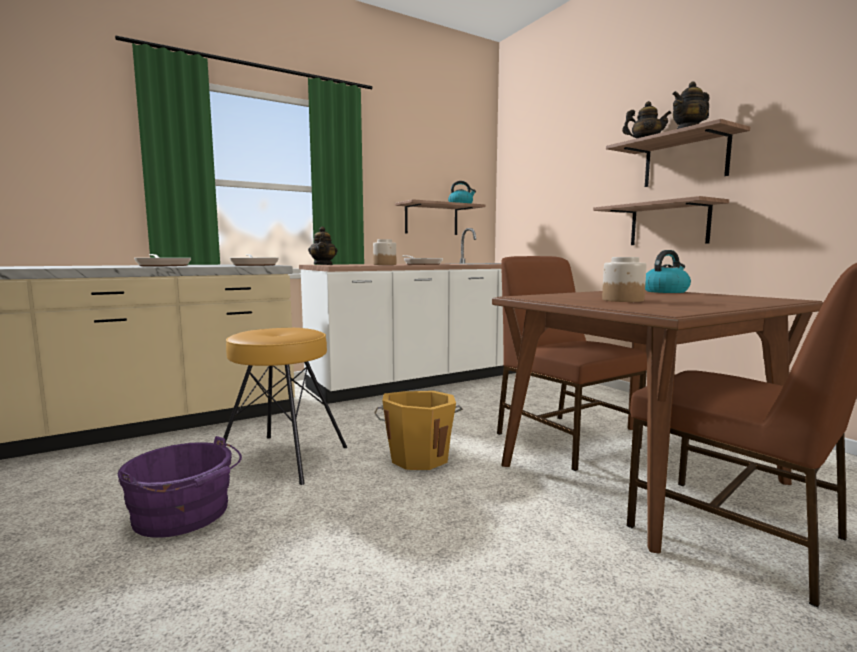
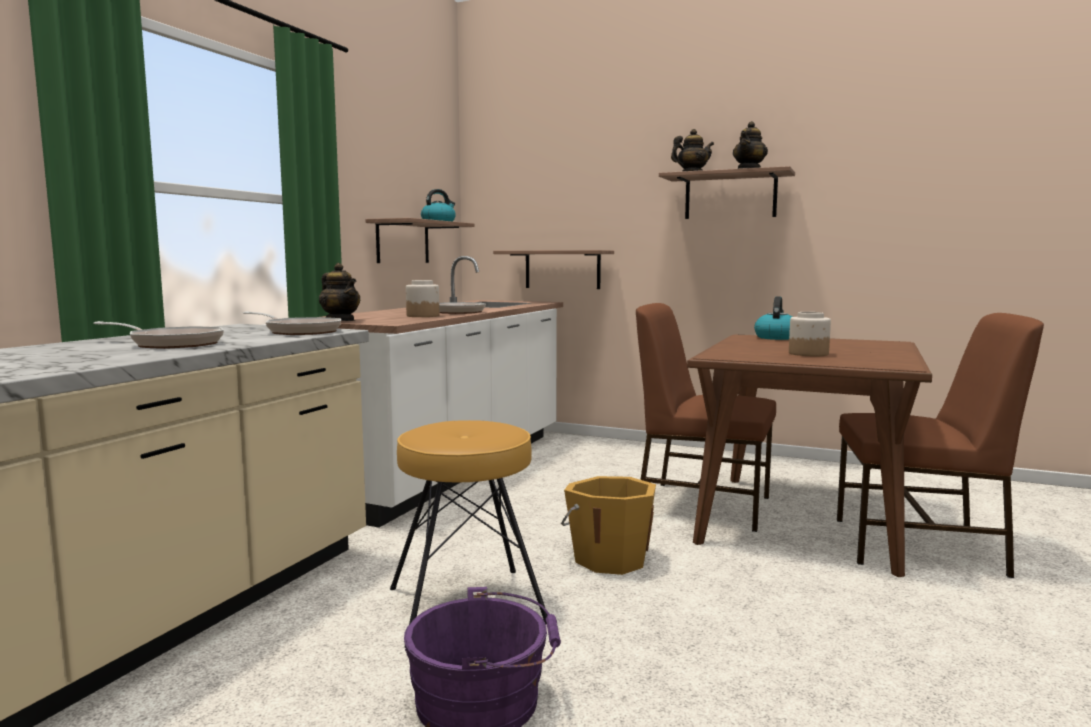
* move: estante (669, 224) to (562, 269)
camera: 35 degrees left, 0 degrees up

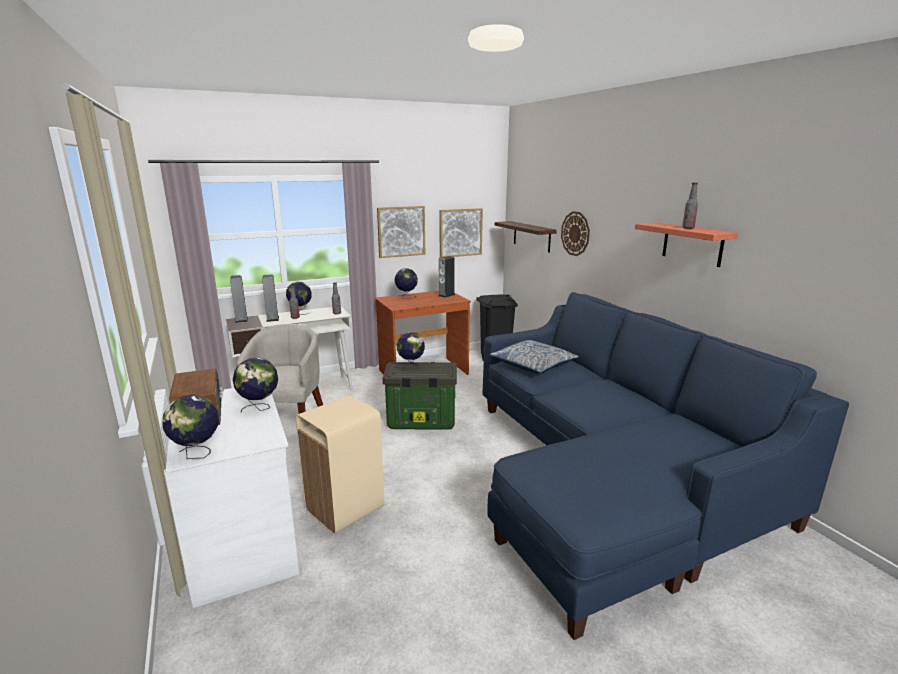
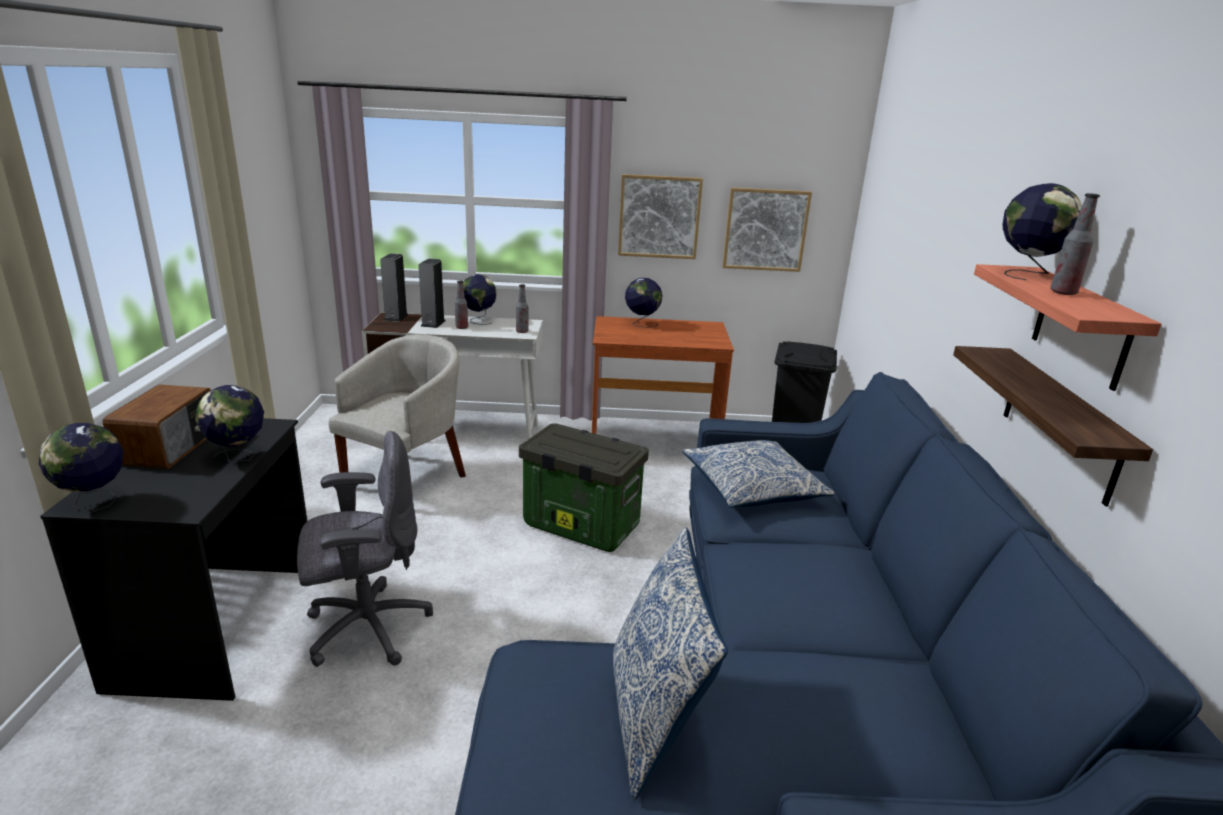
* delete: altavoz (446, 295)
* delete: reloj de pared (575, 233)
* insert: cojín (655, 718)
* move: globo terráqueo (411, 366) to (1027, 274)
* move: estante (531, 236) to (1060, 423)
* replace: papelera (beis) (346, 509) to silla de oficina (gris) (366, 628)
* recolor: escritorio (blanco) (244, 541) to escritorio (negro) (220, 626)
camera: 25 degrees right, 5 degrees up

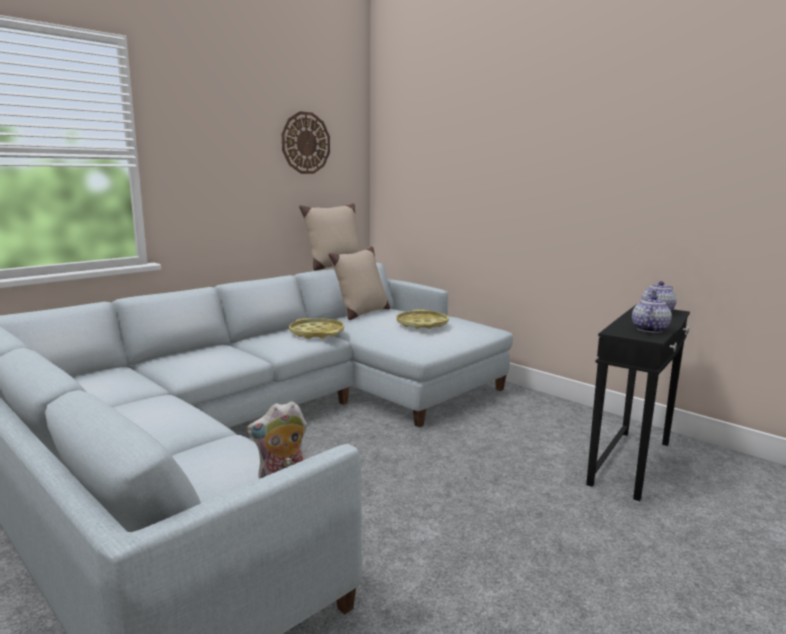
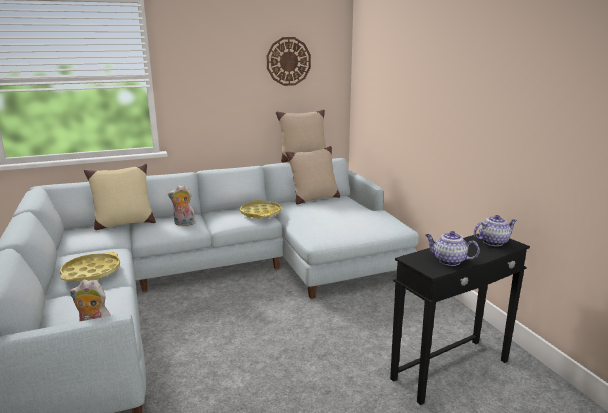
* insert: cojín (beis) (124, 223)
* insert: peluche (183, 224)
* move: bandeja (amarillo) (422, 324) to (91, 272)
* rotate: tetera (649, 329) = (448, 261) 120 degrees counterclockwise
camera: 25 degrees right, 5 degrees up

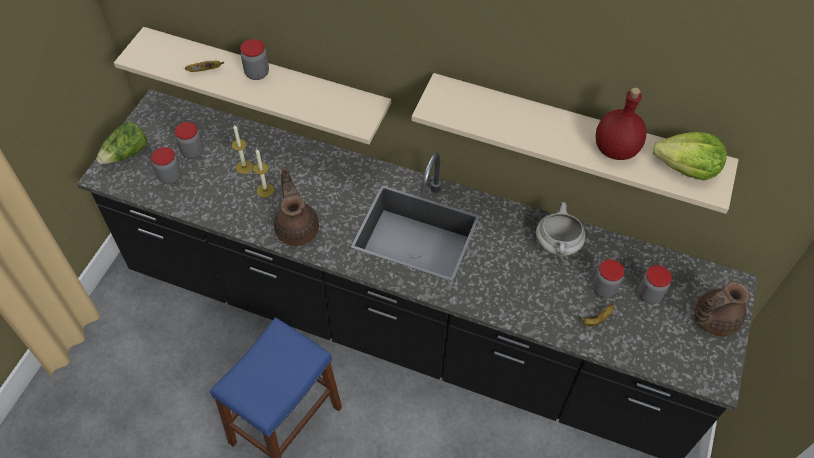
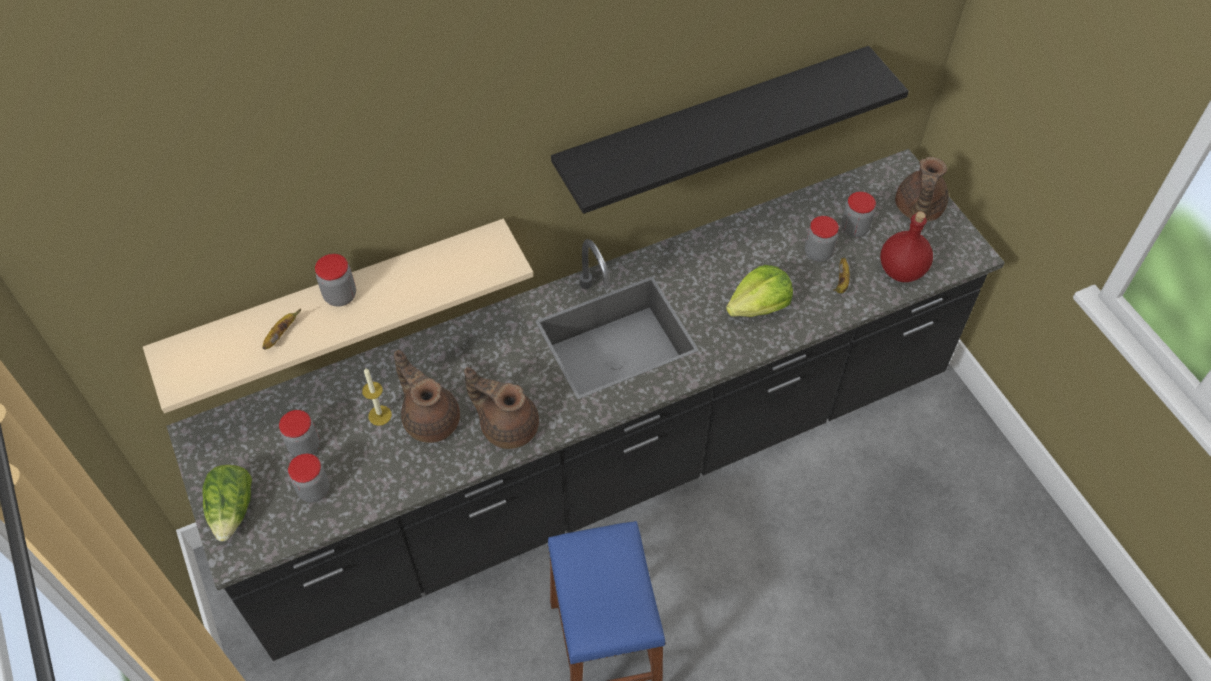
* delete: olla (blanco) (558, 245)
* move: botella (rojo) (615, 150) to (901, 271)
* move: lechuga (687, 168) to (759, 306)
* replace: vela (265, 190) to tetera (marrón) (430, 418)
* recolor: estante (beis) (574, 135) to estante (negro) (712, 124)
camera: 45 degrees left, 0 degrees up

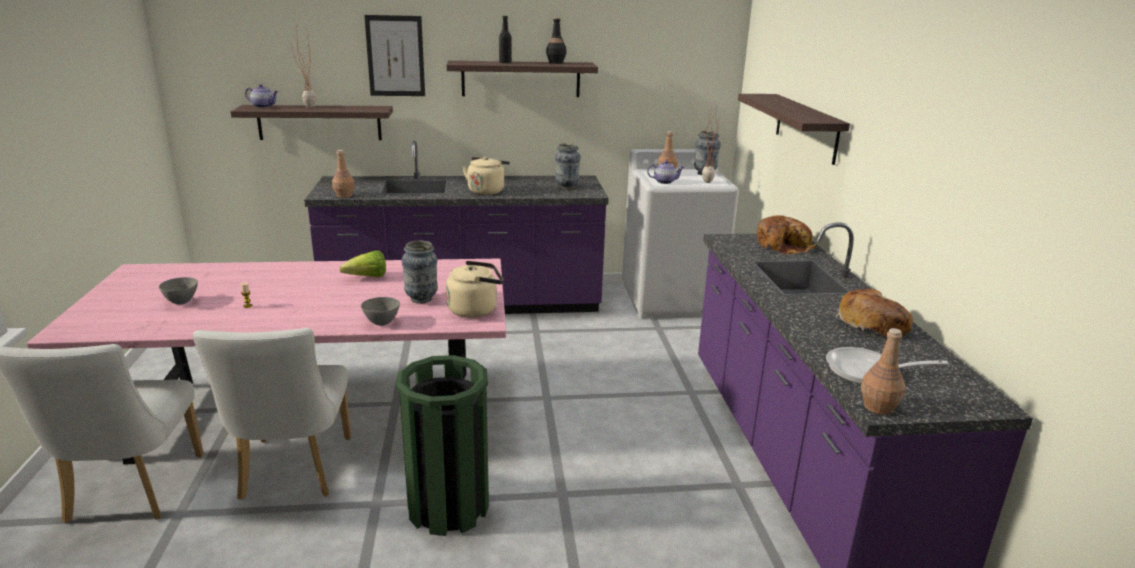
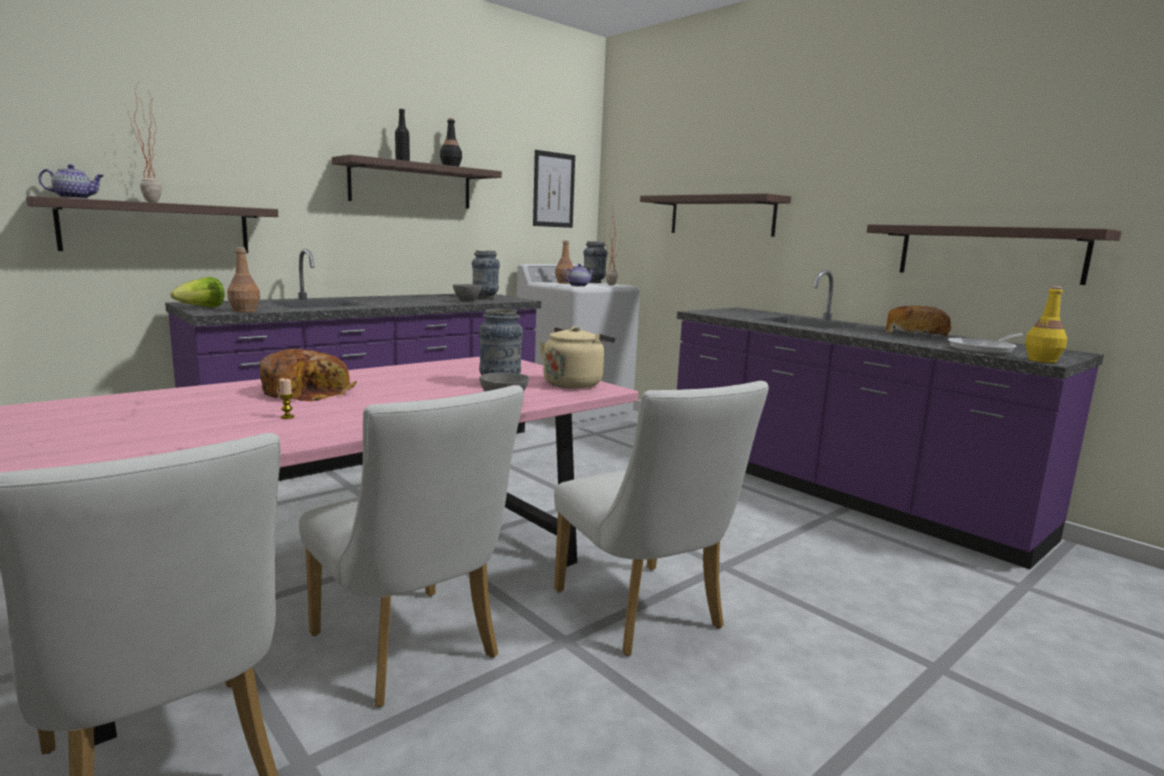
* delete: hervidor (beis) (487, 191)
* insert: estante (988, 253)
* move: cuenco (gris) (182, 302) to (467, 301)
* move: lechuga (367, 277) to (201, 308)
* move: cuadro (395, 56) to (553, 190)
* move: pan (784, 245) to (307, 392)
* replace: papelera (verde) (448, 508) to silla (blanco) (645, 615)
* recolor: botella (marrón) (878, 406) to botella (amarillo) (1041, 360)
camera: 35 degrees left, 10 degrees down

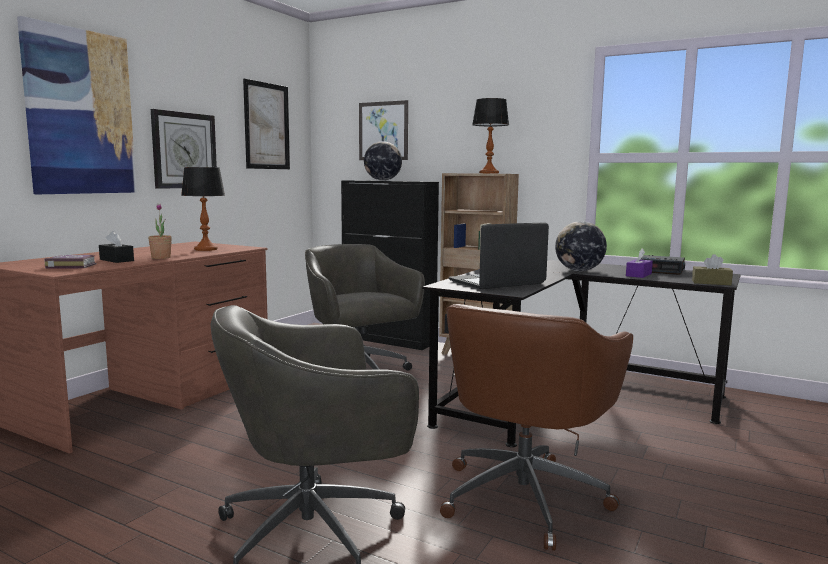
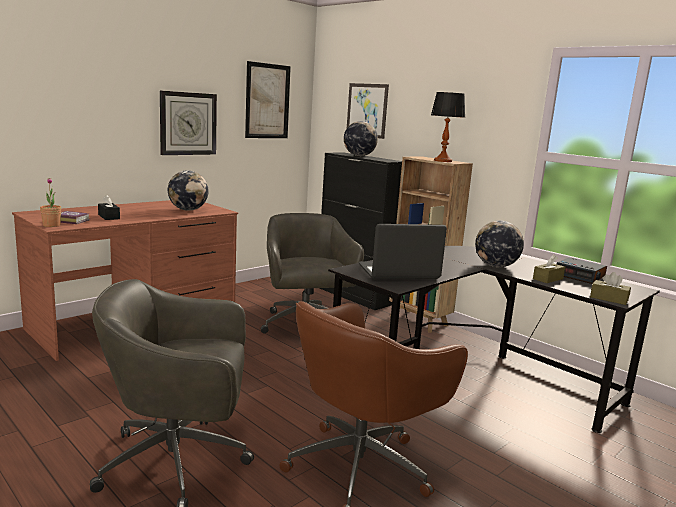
* delete: cuadro (80, 112)
* move: planta en maceta (161, 258) to (51, 225)
* replace: lámpara de mesa (206, 249) to globo terráqueo (188, 210)
* recolor: caja de pañuelos (morado) (638, 275) to caja de pañuelos (marrón) (548, 279)
camera: 15 degrees right, 5 degrees up

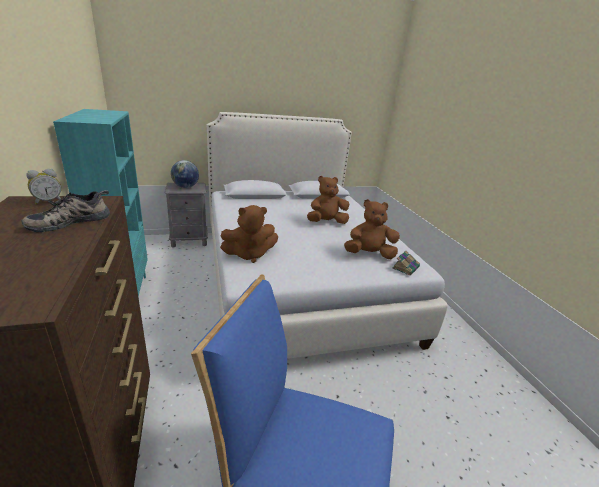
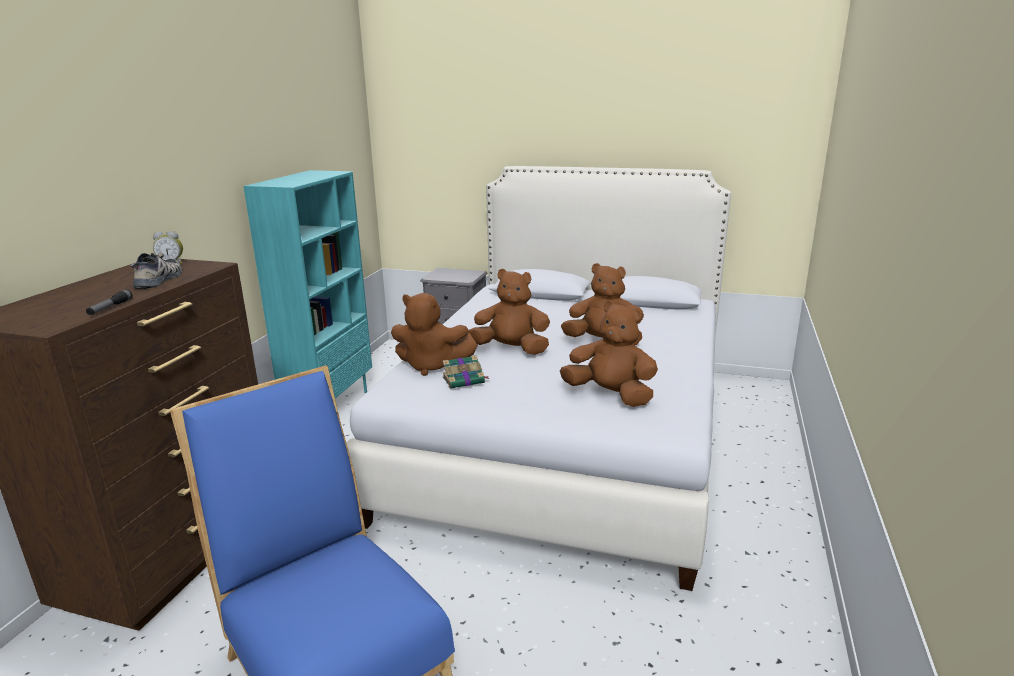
* delete: globo terráqueo (185, 187)
* insert: linterna (110, 308)
* insert: peluche (marrón) (511, 349)
* move: libro (406, 267) to (464, 380)
* rotate: zapato (70, 221) = (160, 279) 105 degrees clockwise
camera: 35 degrees right, 5 degrees down

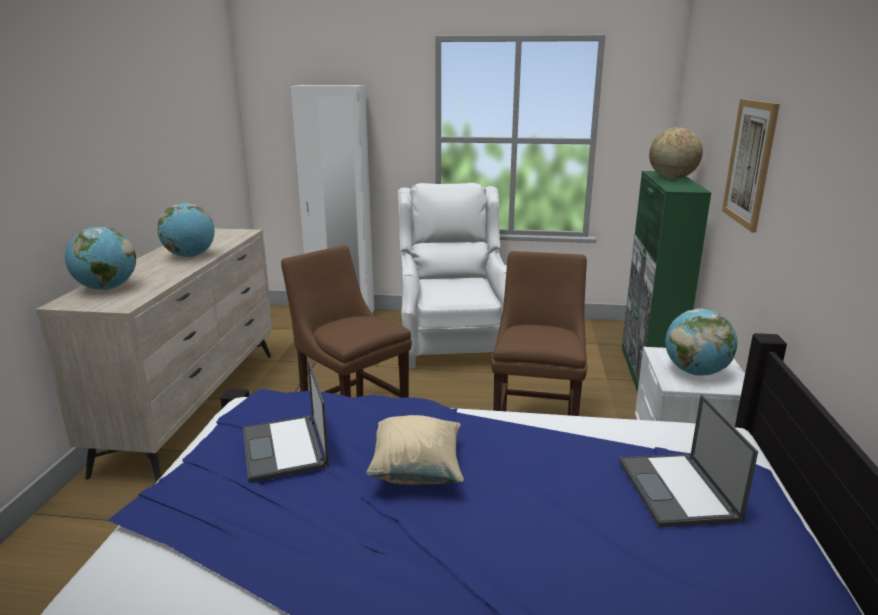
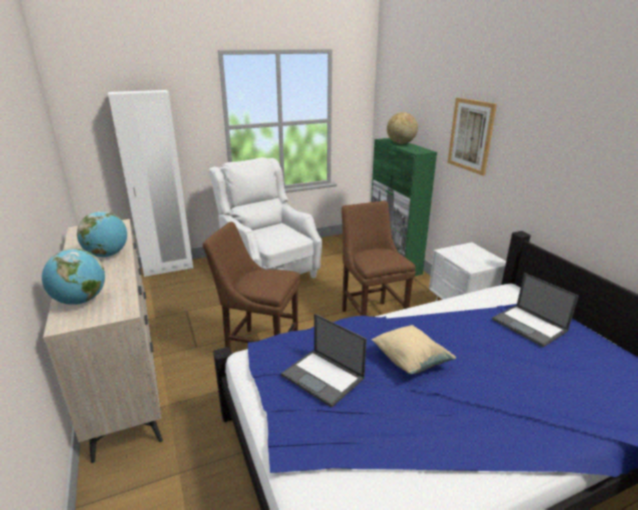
* delete: globo terráqueo (695, 372)
camera: 30 degrees left, 5 degrees up

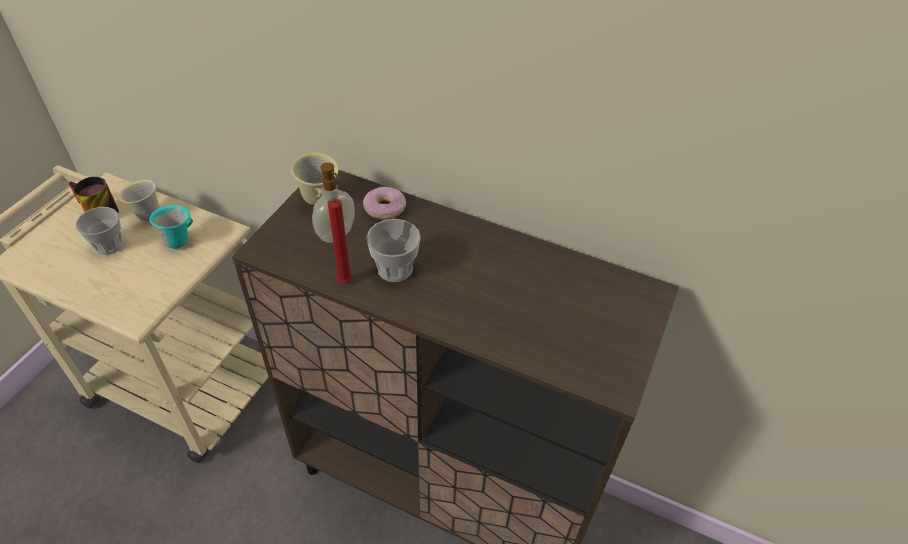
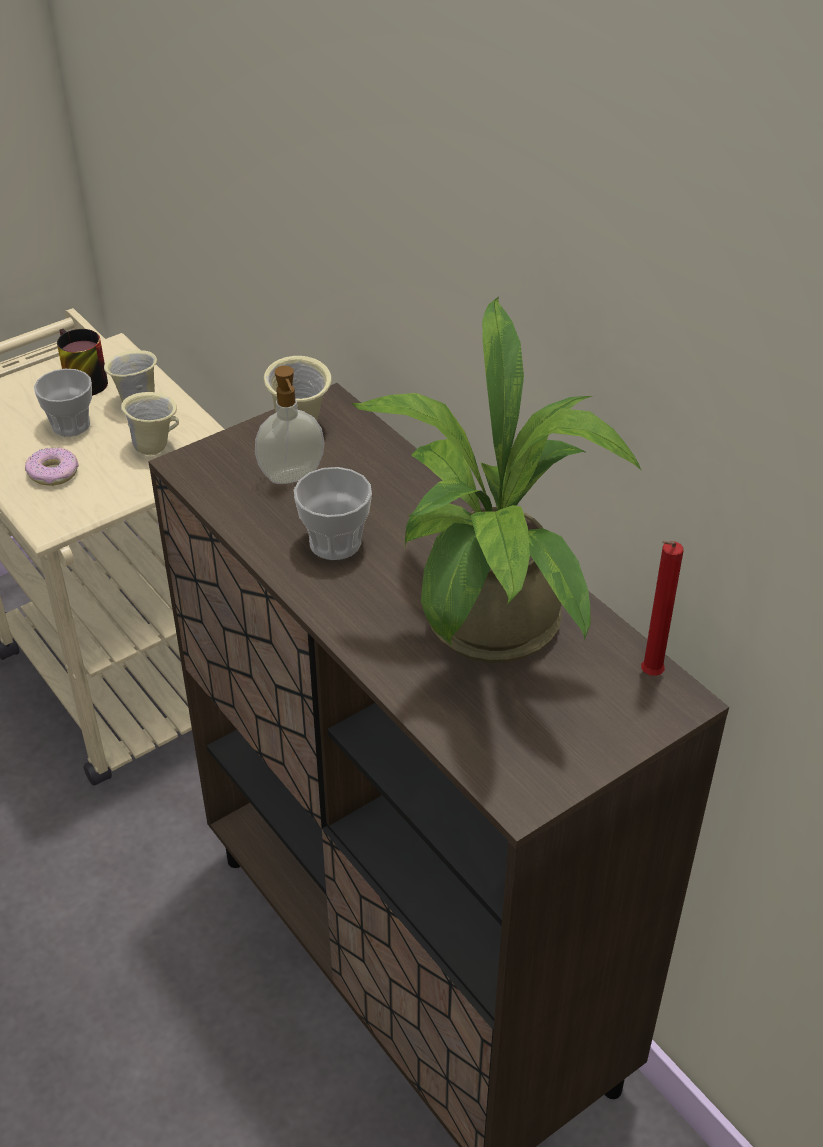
* insert: planta en maceta (488, 634)
* move: vela (rojo) (343, 283) to (648, 676)
* move: rosquilla (384, 208) to (53, 473)
* recolor: taza grande (turquesa) (179, 241) to taza grande (beis) (155, 447)
camera: 30 degrees right, 5 degrees down

